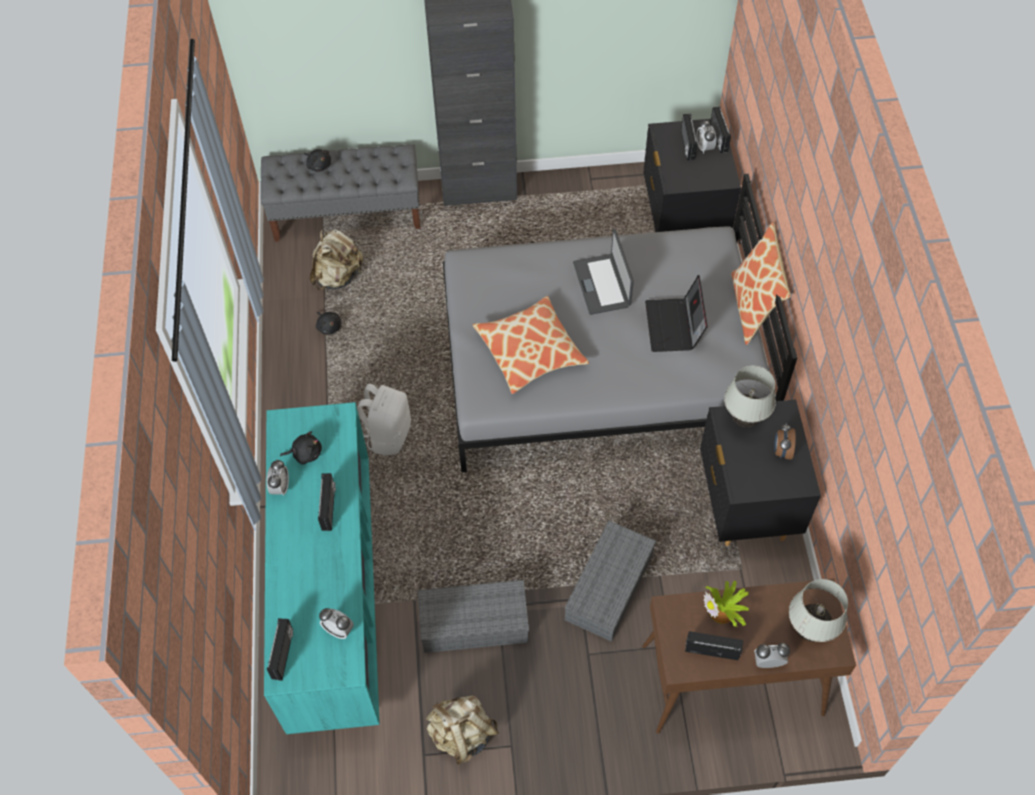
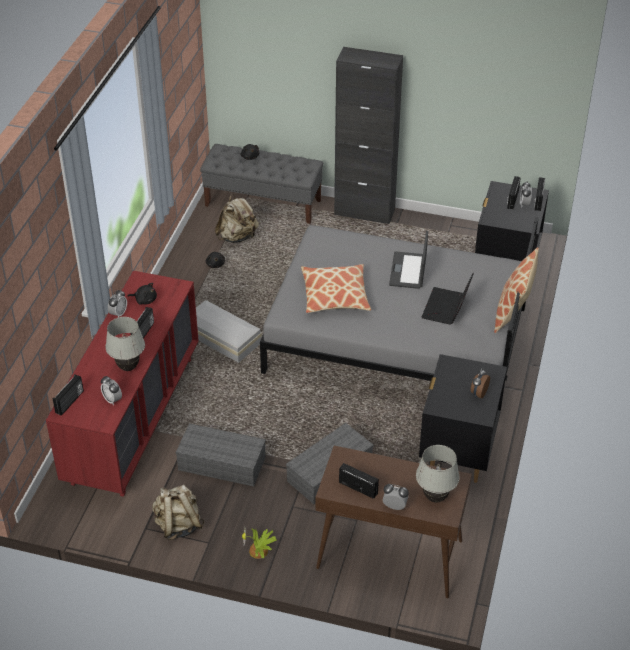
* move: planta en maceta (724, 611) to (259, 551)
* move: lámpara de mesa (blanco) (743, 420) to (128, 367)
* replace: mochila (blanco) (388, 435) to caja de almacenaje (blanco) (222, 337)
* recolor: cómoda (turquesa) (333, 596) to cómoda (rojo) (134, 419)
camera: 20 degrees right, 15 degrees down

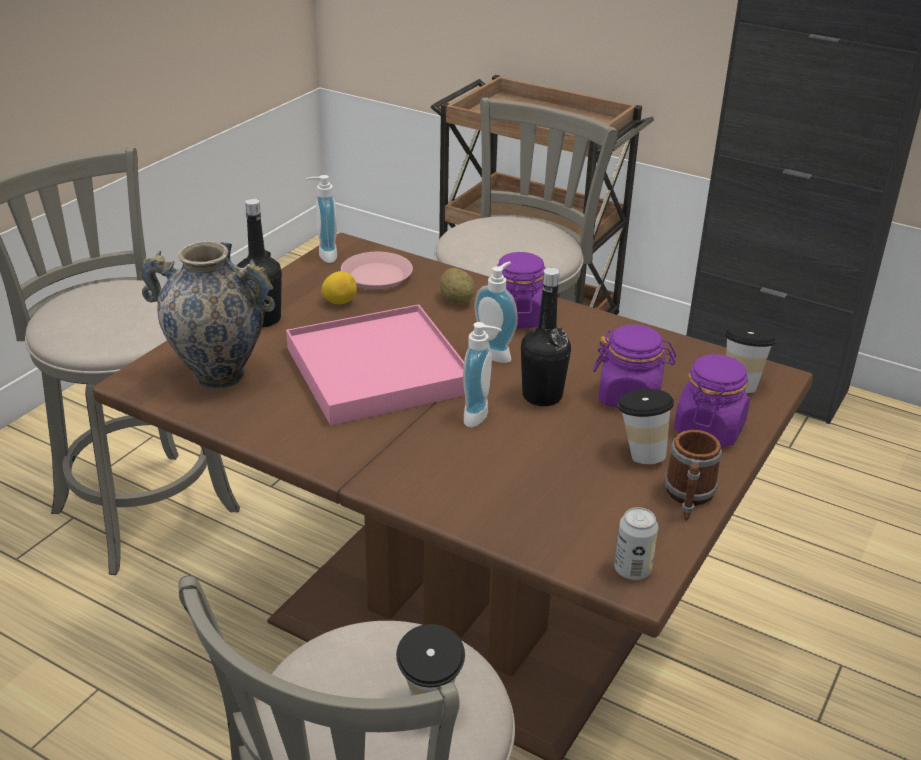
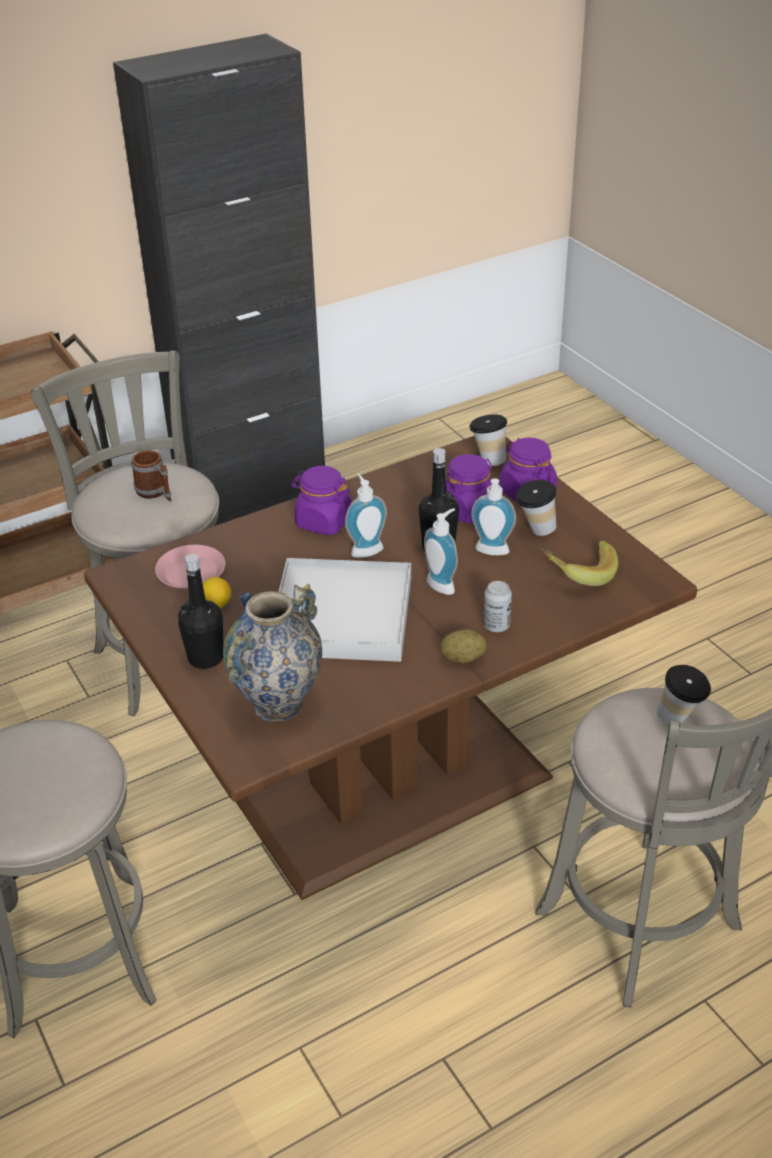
* insert: plátano (577, 573)
* move: dispensador de jabón (323, 256) to (491, 552)
* move: patata (457, 300) to (463, 658)
* move: lata (632, 570) to (496, 626)
* move: taza grande (688, 498) to (156, 493)
* recolor: bandeja (rosa) (377, 370) to bandeja (blanco) (341, 616)
camera: 60 degrees left, 5 degrees up

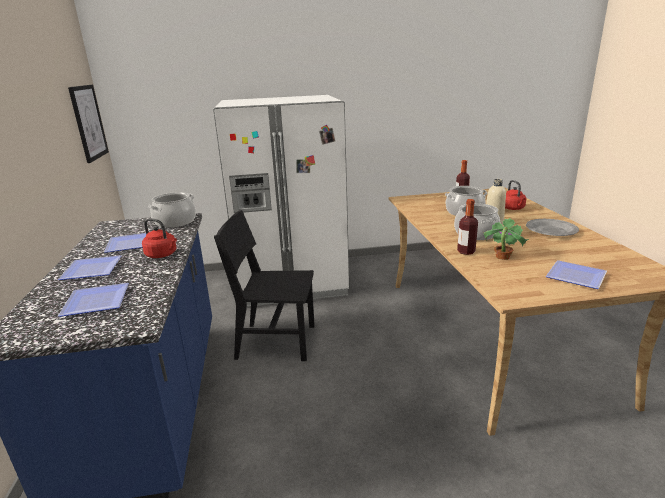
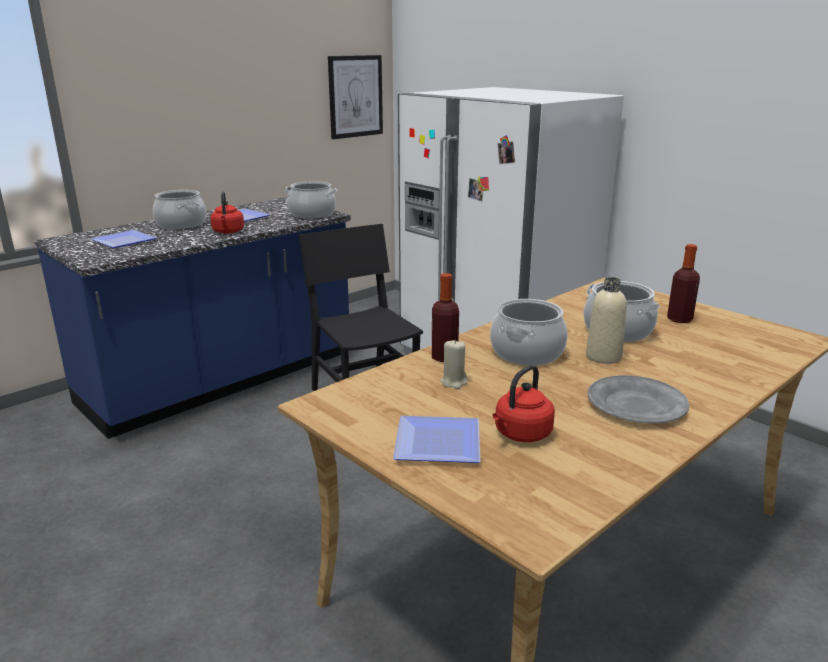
* move: hervidor (rojo) (513, 208) to (521, 434)
* replace: plato (94, 269) to olla (182, 224)
* replace: planta en maceta (502, 257) to vela (beis) (454, 382)
camera: 55 degrees right, 0 degrees up

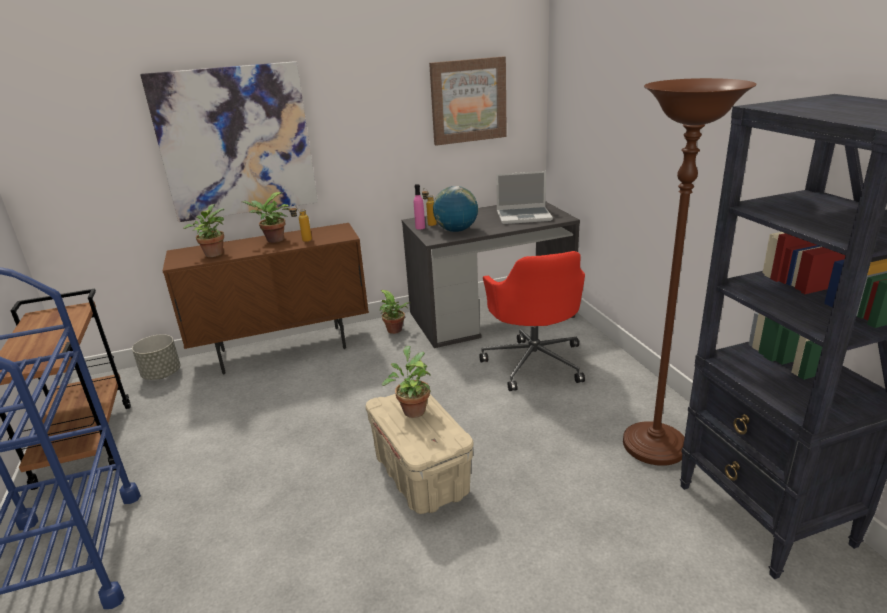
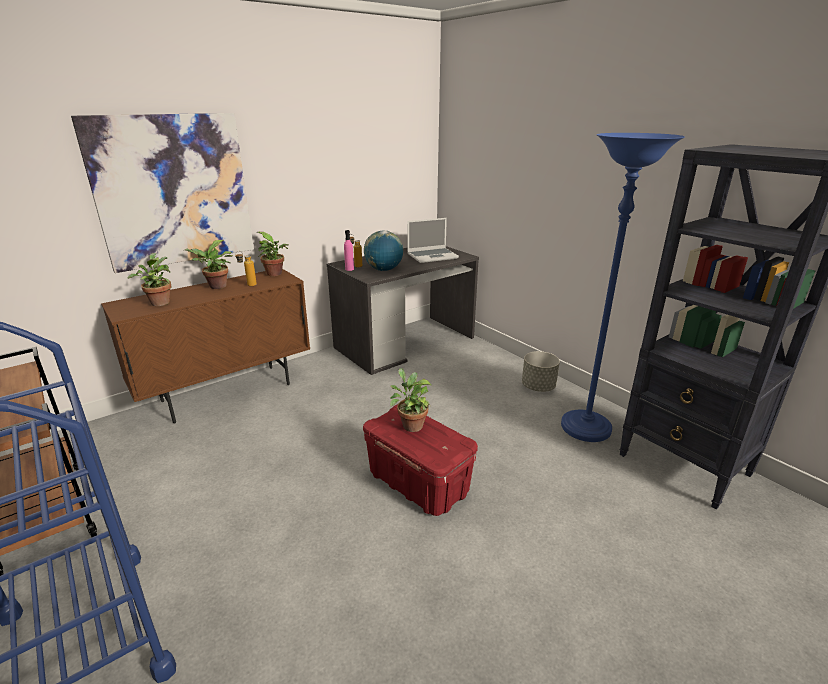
* delete: cuadro (468, 101)
* delete: silla de oficina (rojo) (534, 362)
* move: maceta (gris) (162, 374) to (538, 387)
* move: planta en maceta (396, 331) to (275, 274)
* recolor: caja de almacenaje (beis) (422, 476) to caja de almacenaje (rojo) (419, 483)
* recolor: lámpara de pie (marrón) (654, 446) to lámpara de pie (azul) (585, 428)
camera: 20 degrees left, 0 degrees up

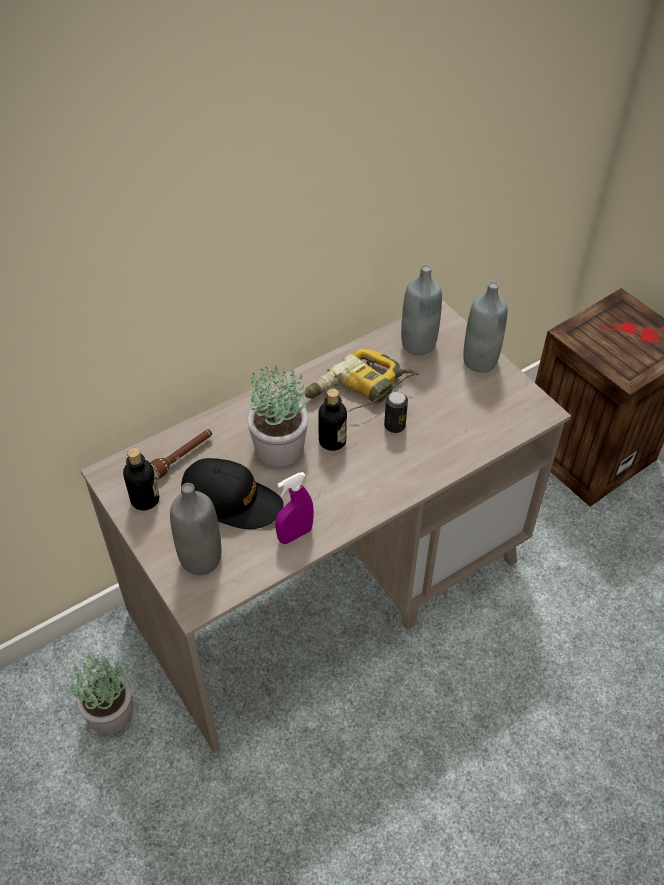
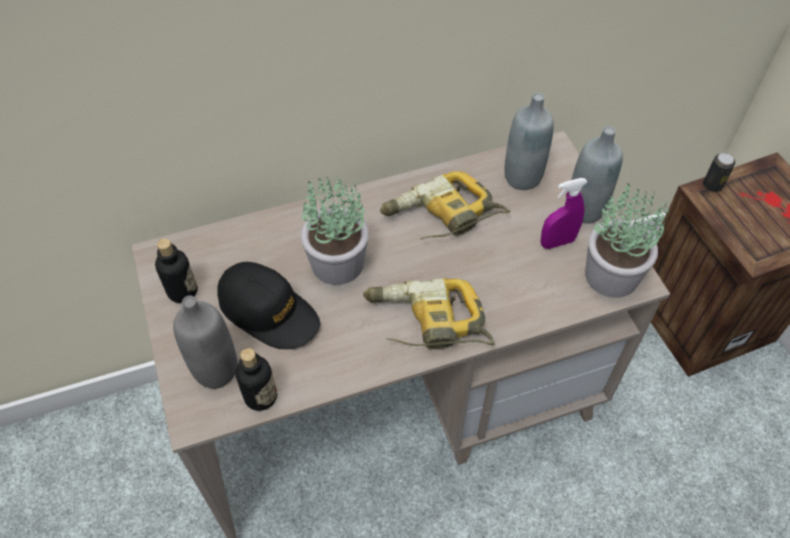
* delete: linterna (marrón) (183, 457)
* insert: taladro (426, 323)
* move: planta en maceta (111, 712) to (612, 275)
* move: pulverizador (morado) (295, 535) to (557, 242)
* move: botella (332, 441) to (260, 396)
* move: lata (394, 426) to (712, 185)
camera: 15 degrees right, 5 degrees up

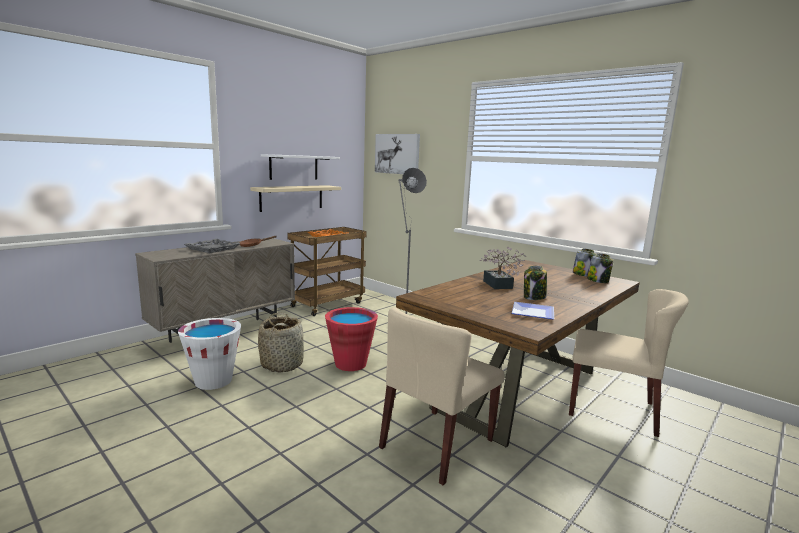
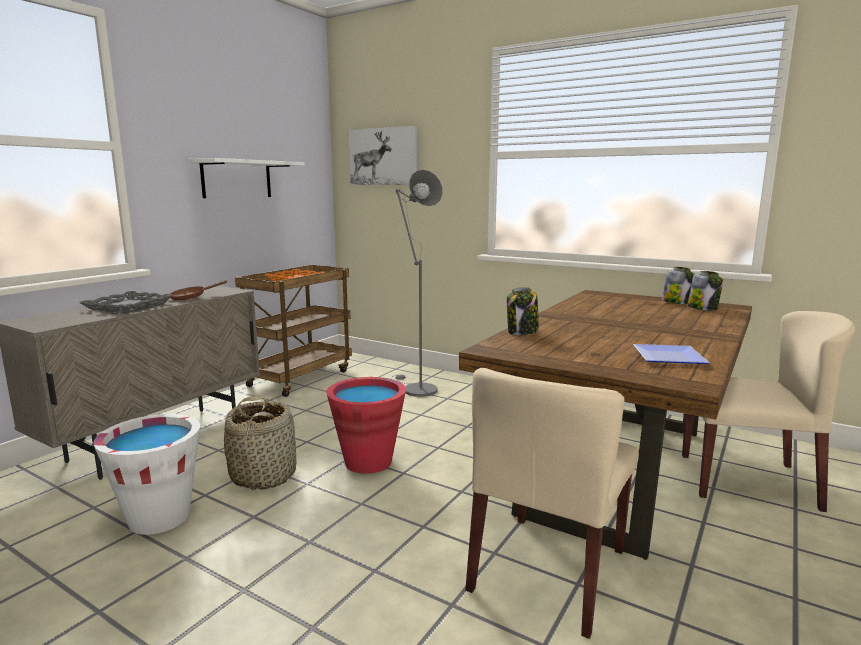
* delete: estante (beis) (292, 198)
* delete: planta en maceta (498, 286)
* move: tarro (534, 297) to (522, 332)
camera: 10 degrees left, 0 degrees up

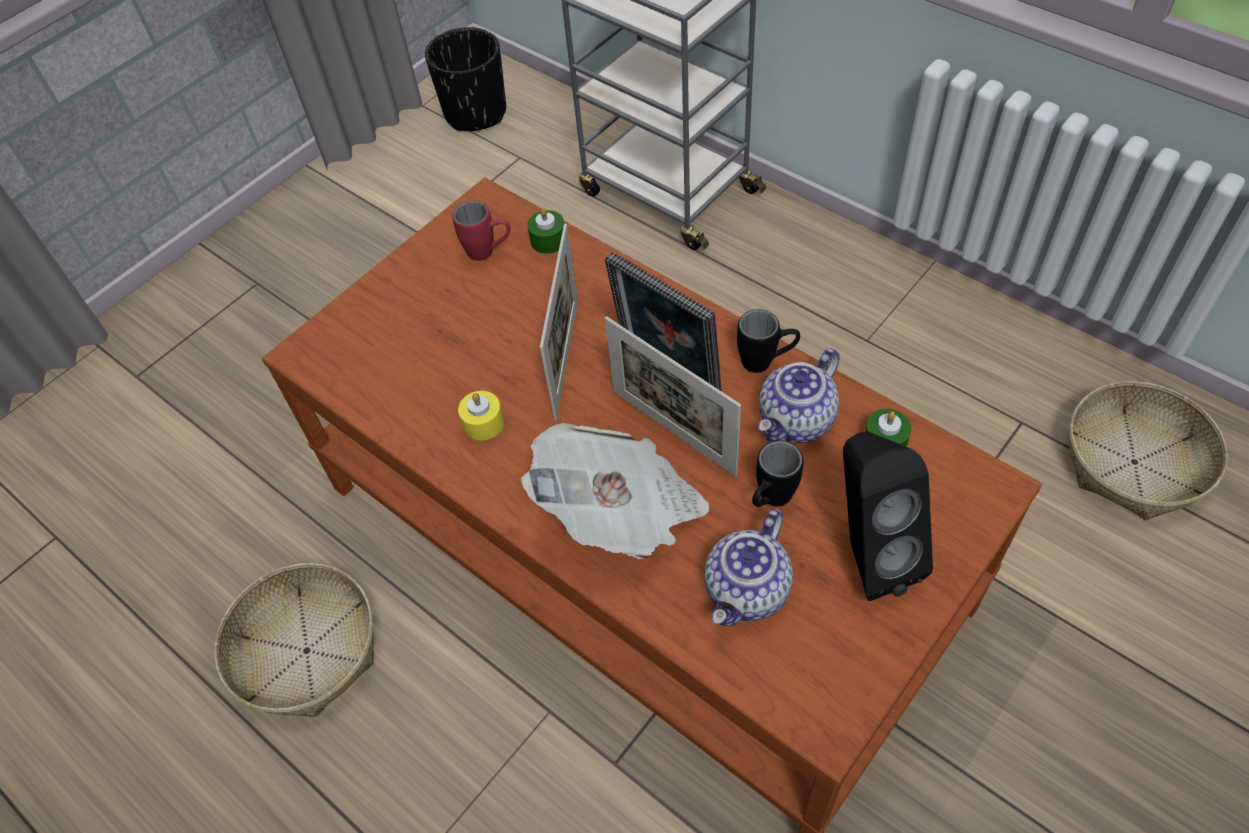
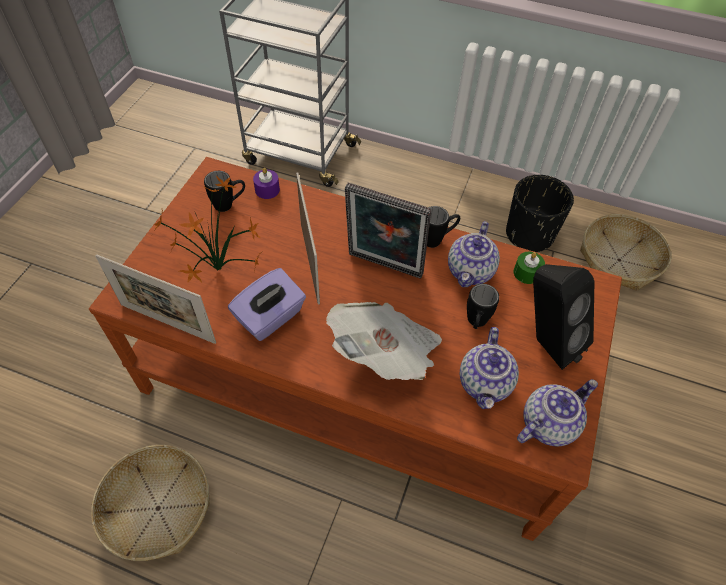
* insert: planta en maceta (215, 269)
* insert: tetera (548, 423)
* move: maceta (negro) (476, 113) to (529, 235)
* move: portarretratos (673, 432) to (167, 323)
* replace: vela (amarillo) (483, 423) to caja de pañuelos (morado) (271, 317)
* recolor: taza grande (rojo) (488, 252) to taza grande (negro) (229, 204)
* recolor: vela (verde) (548, 240) to vela (morado) (267, 190)
camera: 25 degrees left, 0 degrees up

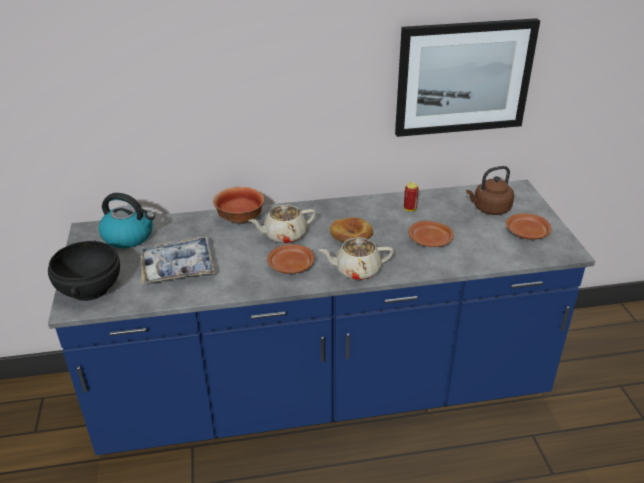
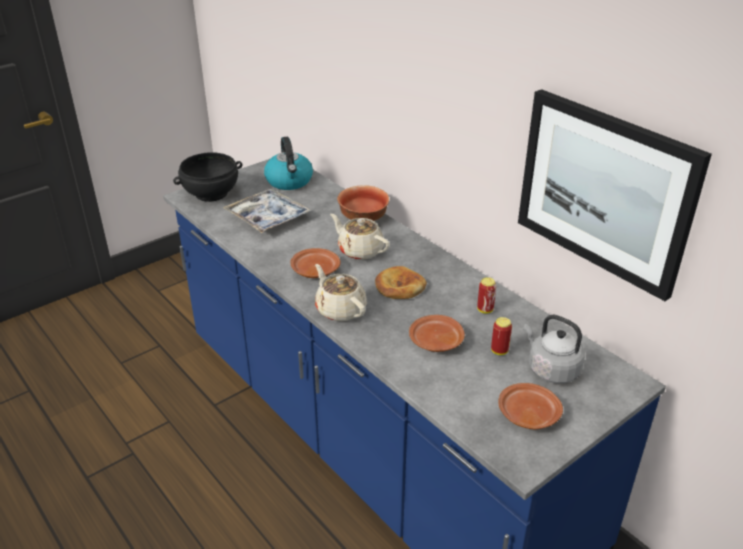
* insert: lata (499, 351)
* recolor: hervidor (marrón) (489, 209) to hervidor (gris) (550, 369)
camera: 60 degrees right, 0 degrees up

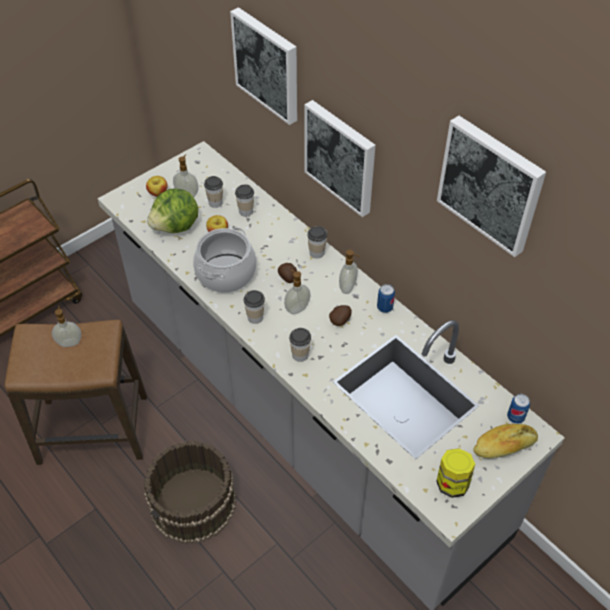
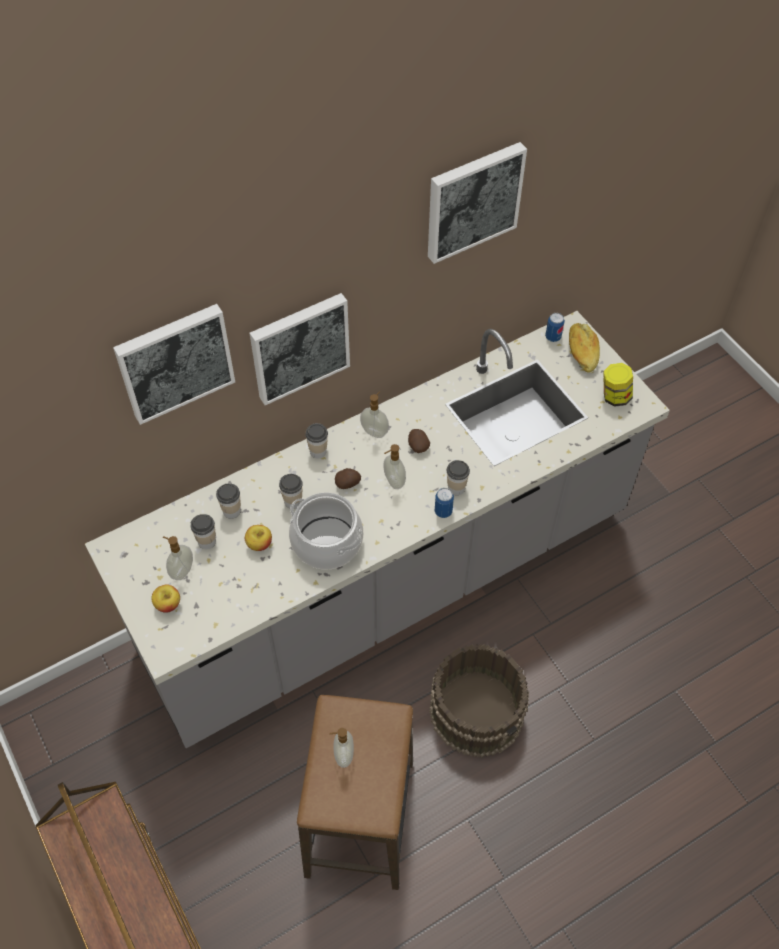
* delete: lechuga (176, 226)
* move: taza (255, 317) to (293, 501)
* move: lata (384, 308) to (443, 511)
camera: 80 degrees left, 5 degrees up

